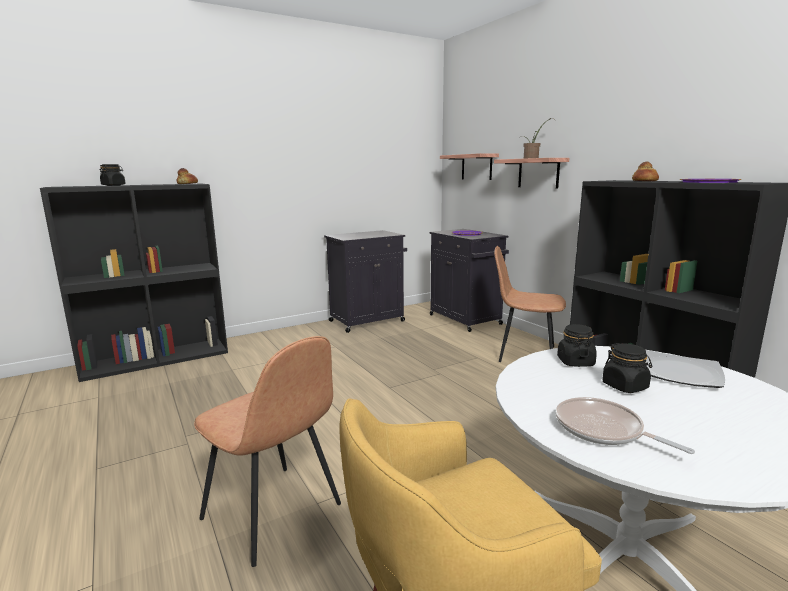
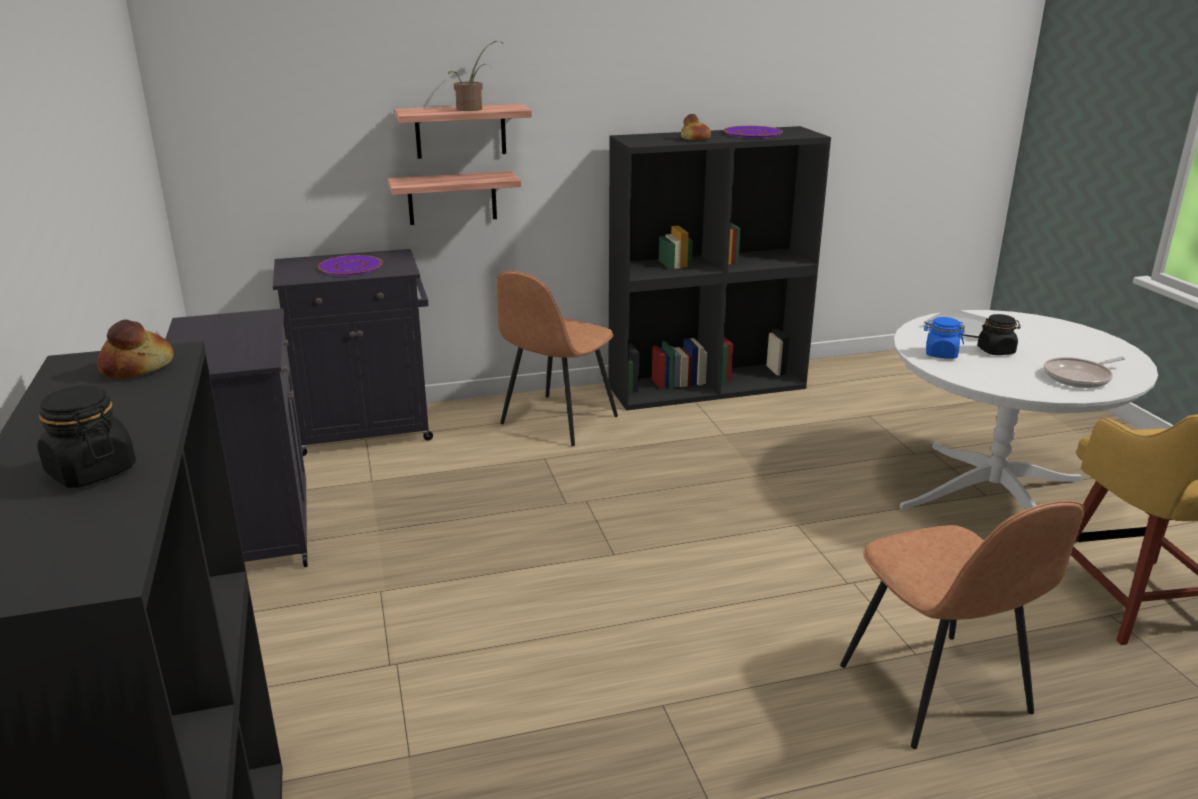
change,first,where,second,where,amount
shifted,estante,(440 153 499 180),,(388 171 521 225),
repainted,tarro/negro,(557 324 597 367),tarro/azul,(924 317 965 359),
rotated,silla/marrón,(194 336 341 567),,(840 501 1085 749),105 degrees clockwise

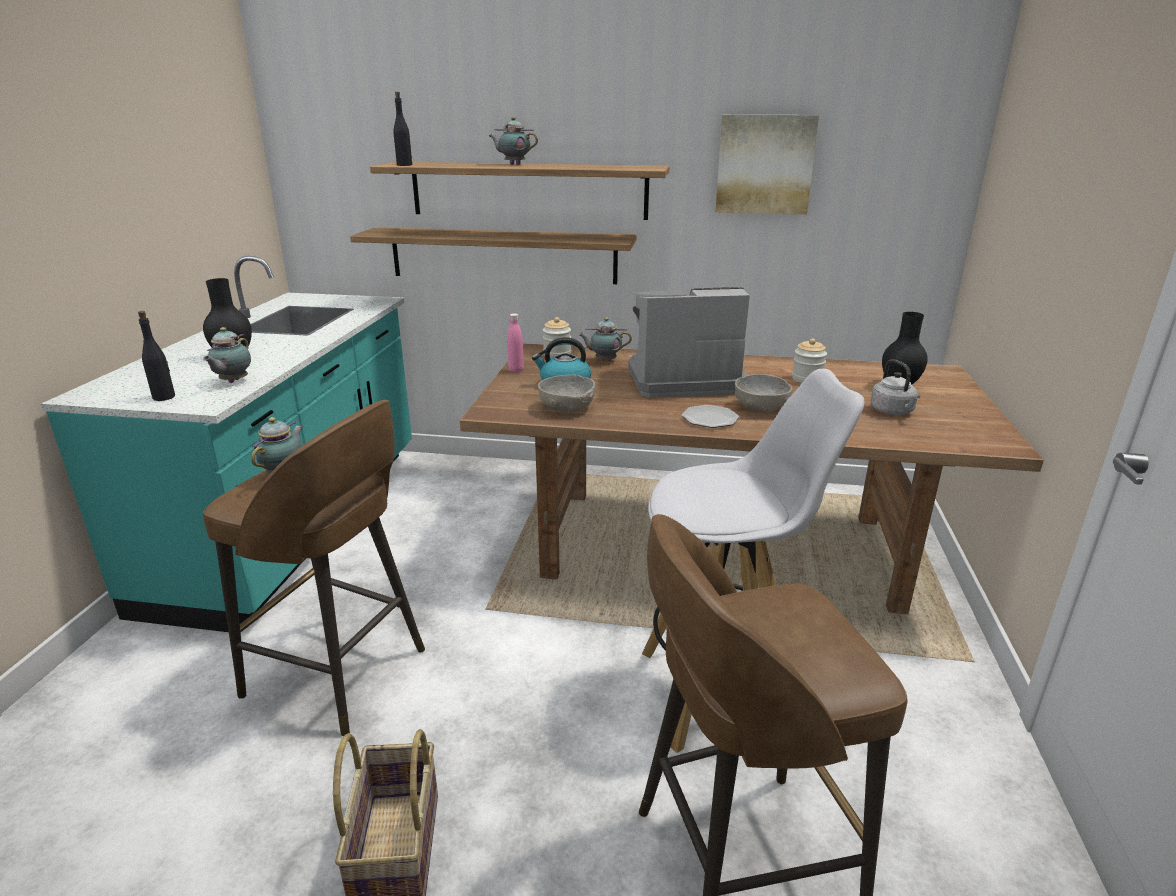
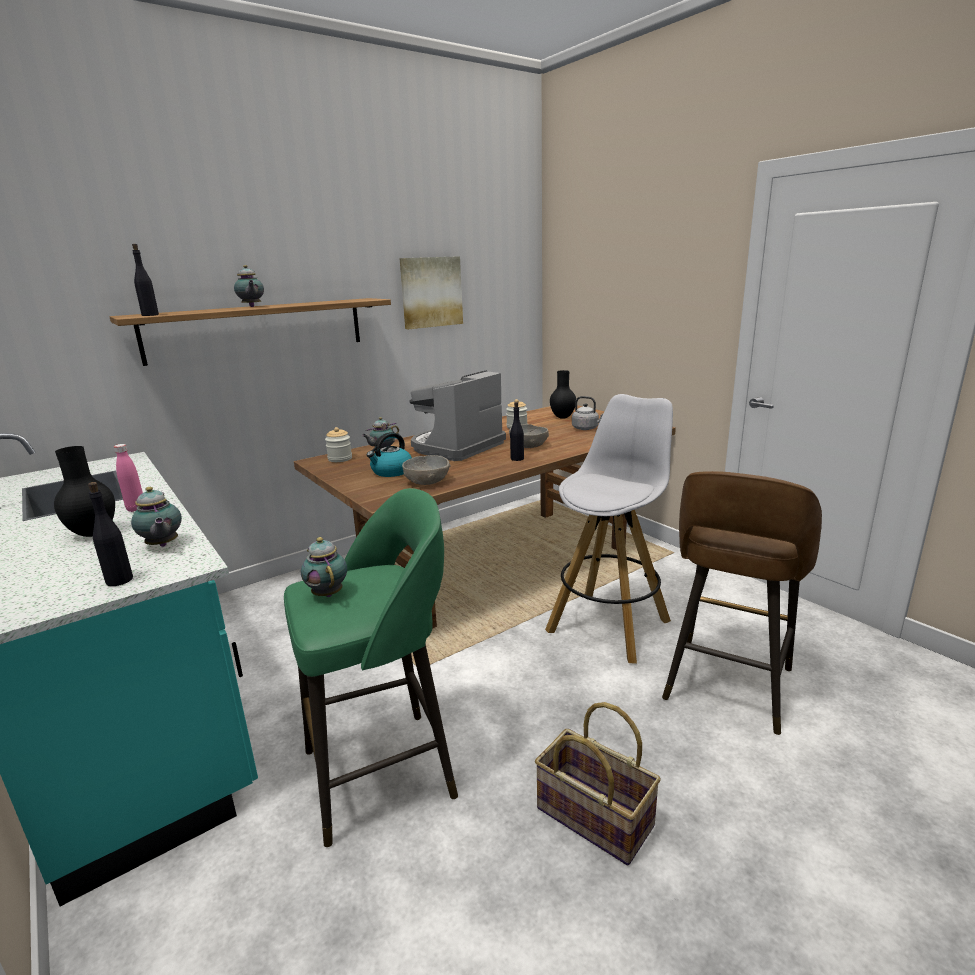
change,first,where,second,where,amount
gone,estante,(350 227 637 284),,,
shifted,botella/rosa,(507 313 524 373),,(114 444 143 512),
swapped,plato,(682 405 739 428),botella/negro,(510 402 524 461),
repainted,taburete/marrón,(203 400 425 736),taburete/verde,(284 488 458 847),
rotated,tetera,(489 117 538 165),,(234 265 264 307),90 degrees counterclockwise

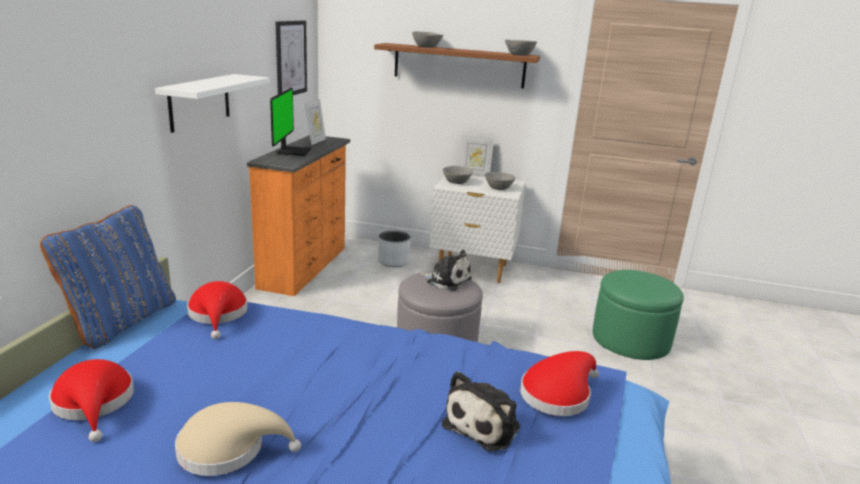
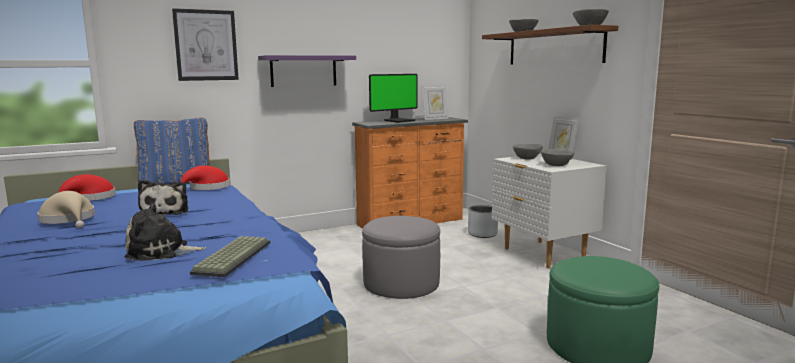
change,first,where,second,where,amount
shifted,cuadro,(276 21 307 95),,(172 8 239 81),
shifted,peluche,(419 250 472 291),,(138 180 188 215),
swapped,sombrero/rojo,(520 351 599 416),teclado,(190 236 270 277),
repainted,estante/blanco,(155 74 270 133),estante/morado,(258 55 356 87),

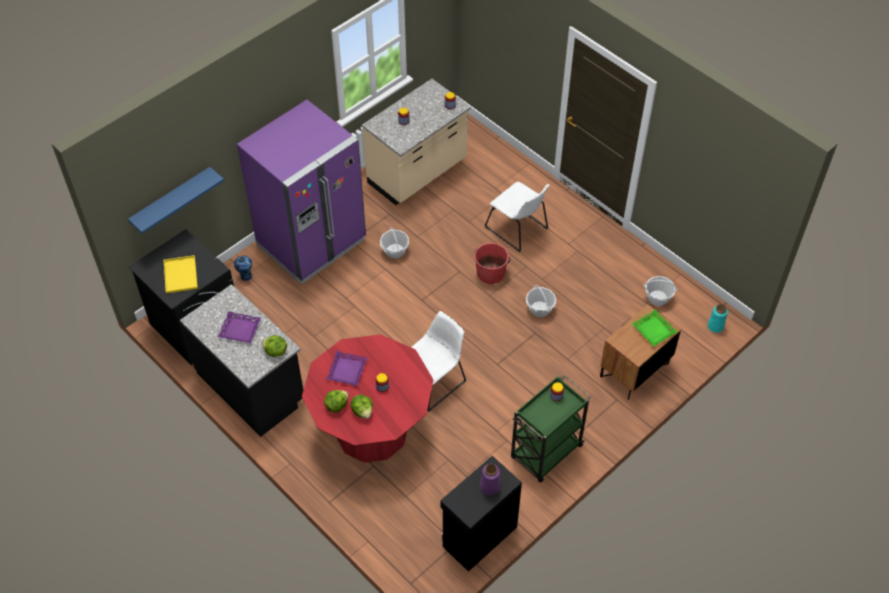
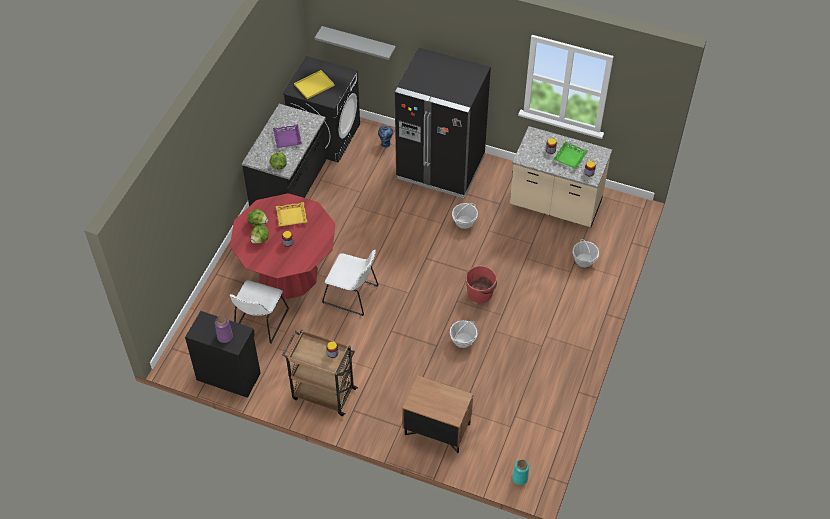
change,first,where,second,where,amount
shifted,silla/blanco,(485 182 550 252),,(229 280 289 344),
shifted,bandeja/verde,(632 309 677 346),,(553 141 588 169),
shifted,cesta,(643 276 678 306),,(573 239 599 267),
repainted,estante/azul,(128 167 224 234),estante/gris,(315 26 396 60),
repainted,nevera/morado,(237 100 366 284),nevera/negro,(395 48 491 198),
repainted,bandeja/morado,(326 351 367 386),bandeja/amarillo,(276 202 307 226),
repainted,carrito/verde,(511 375 591 483),carrito/marrón,(283 330 358 416),

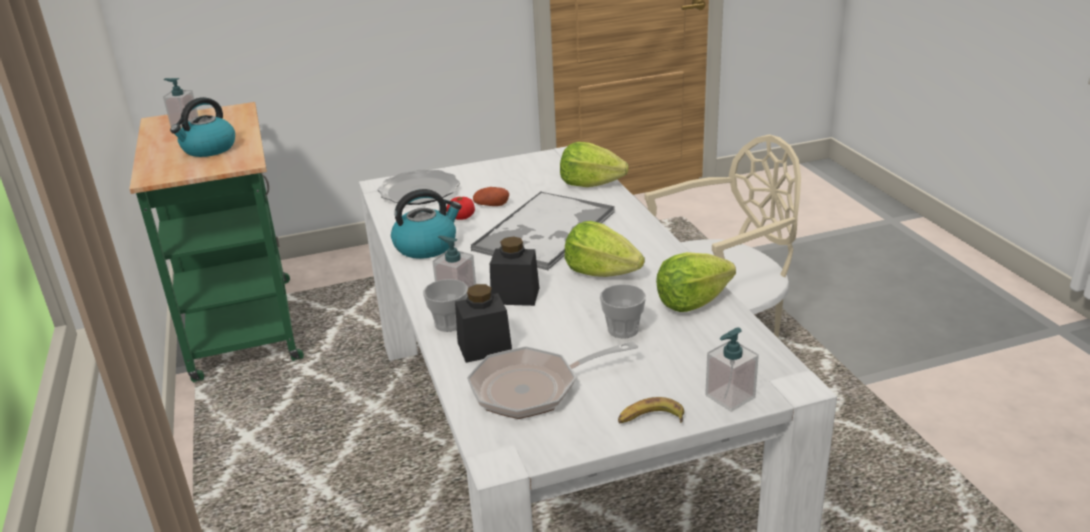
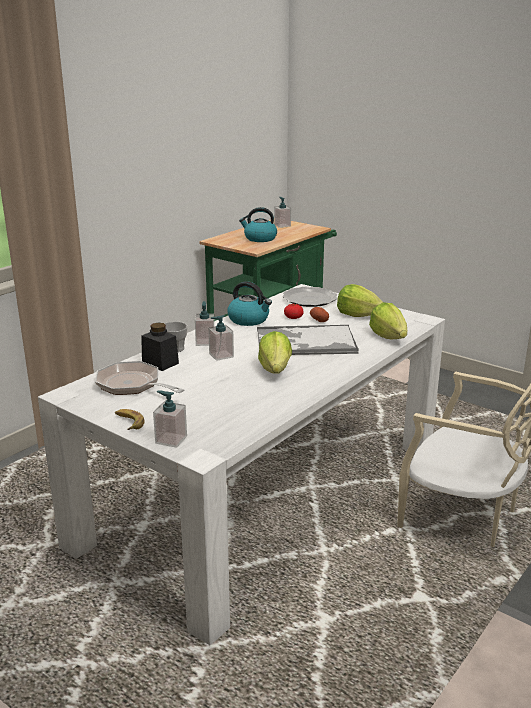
change,first,where,second,where,amount
gone,taza,(600 284 646 339),,,
shifted,lechuga,(656 252 736 312),,(337 284 383 317),
swapped,tarro/negro,(490 236 539 306),dispensador de jabón,(208 315 234 361),

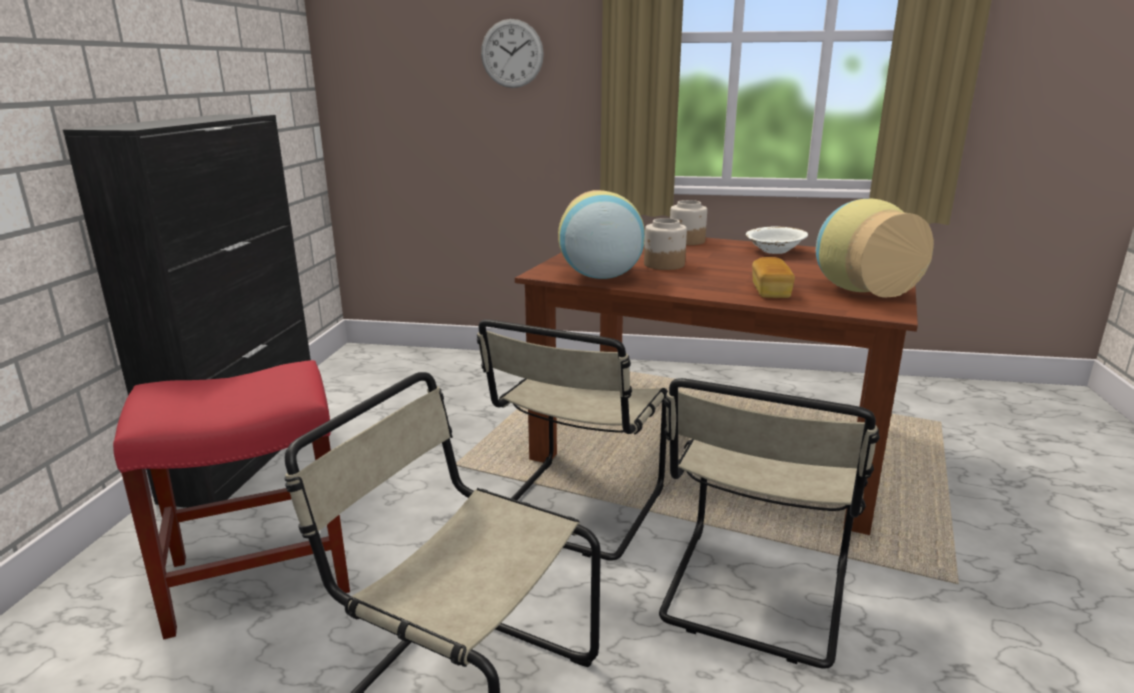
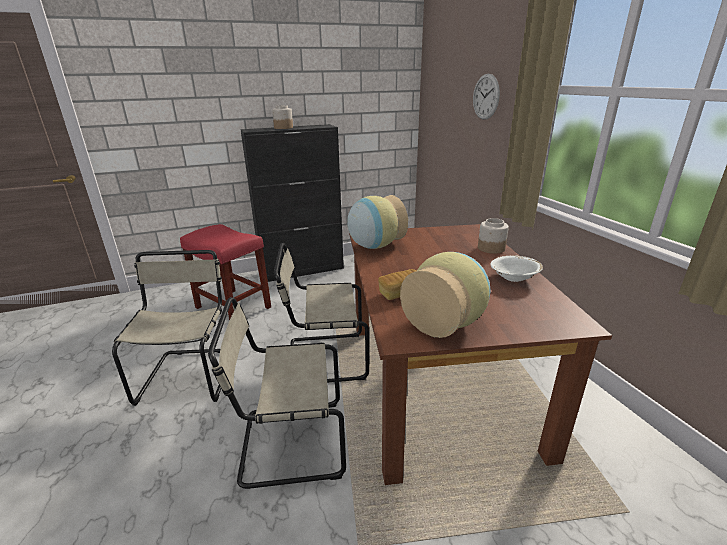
change,first,where,second,where,amount
shifted,tarro,(644 218 687 270),,(272 105 293 129),

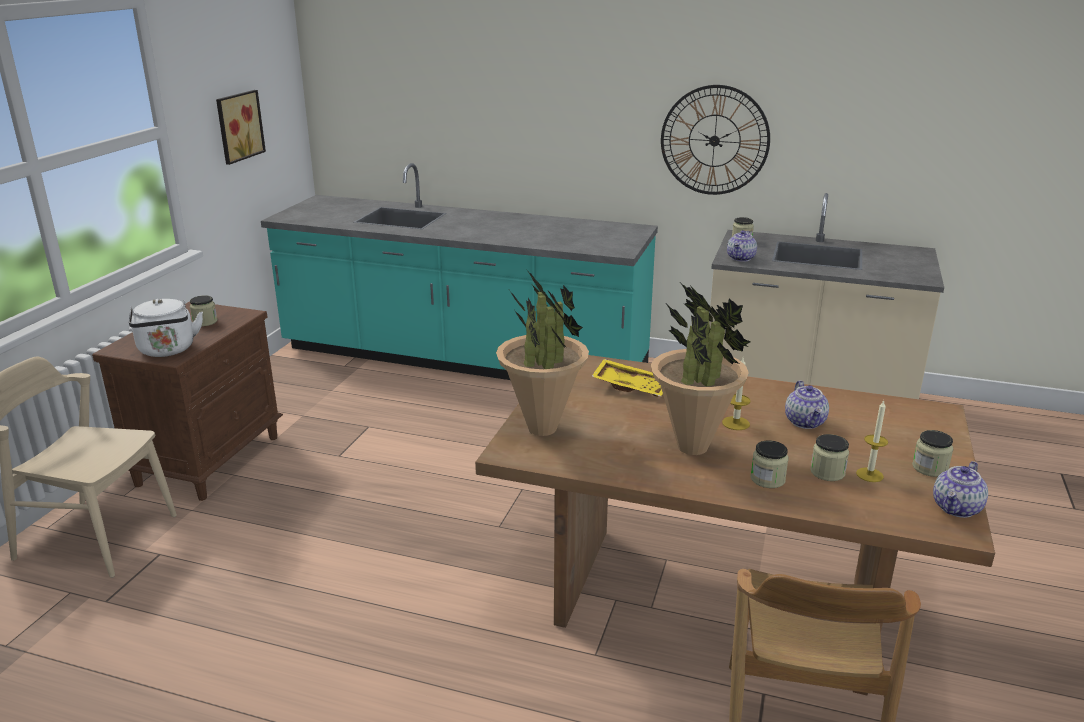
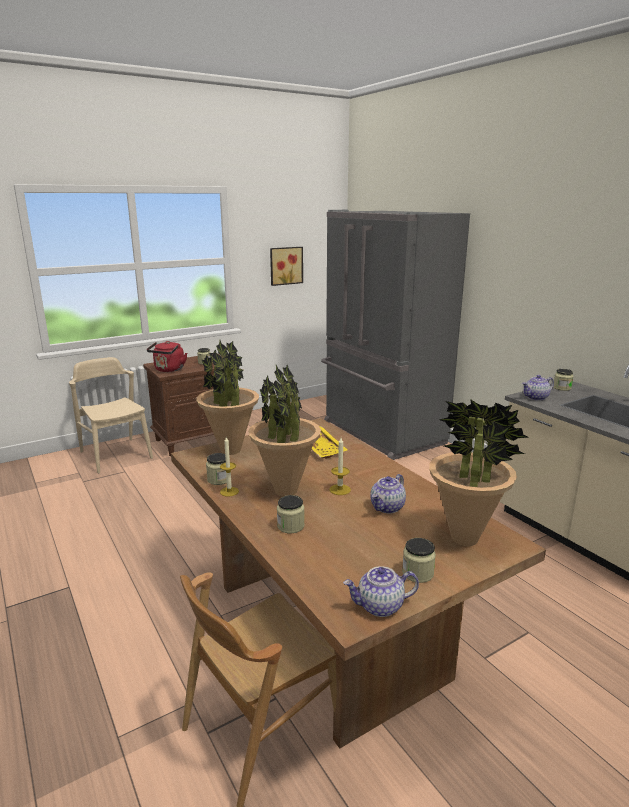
change,first,where,second,where,amount
gone,reloj de pared,(661 85 770 195),,,
new,,,planta en maceta,(429 399 530 546),
shifted,tarro,(810 434 849 481),,(206 453 227 485),
shifted,vela,(856 400 888 482),,(220 437 239 497),
swapped,mueble bajo de cocina/turquesa,(261 163 658 380),nevera/gris,(321 210 470 460),
repainted,hervidor/blanco,(129 299 203 357),hervidor/rojo,(147 341 187 372),

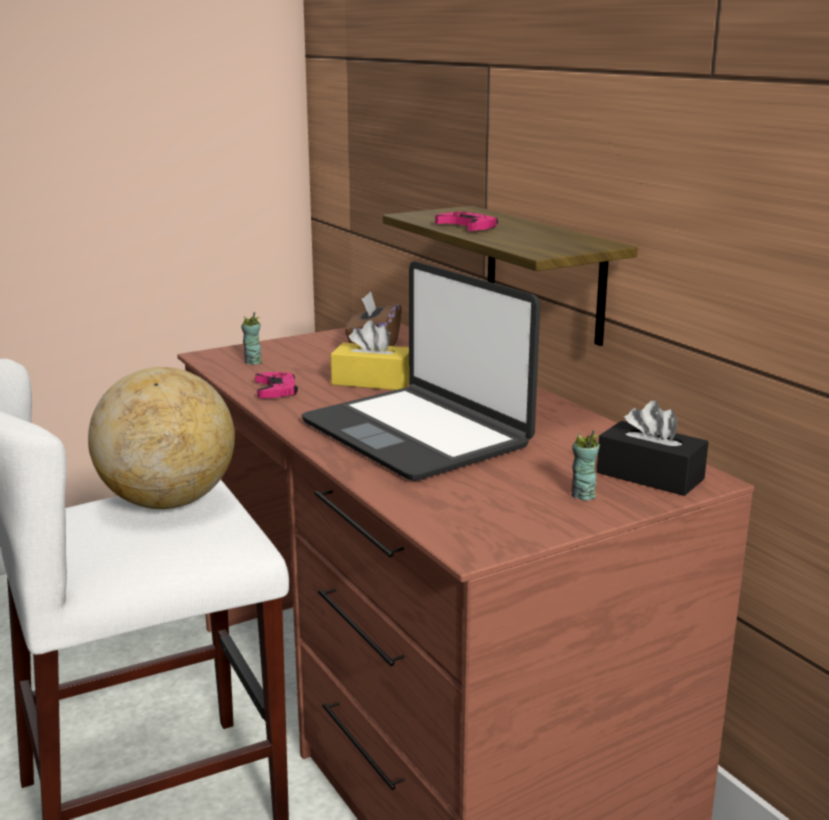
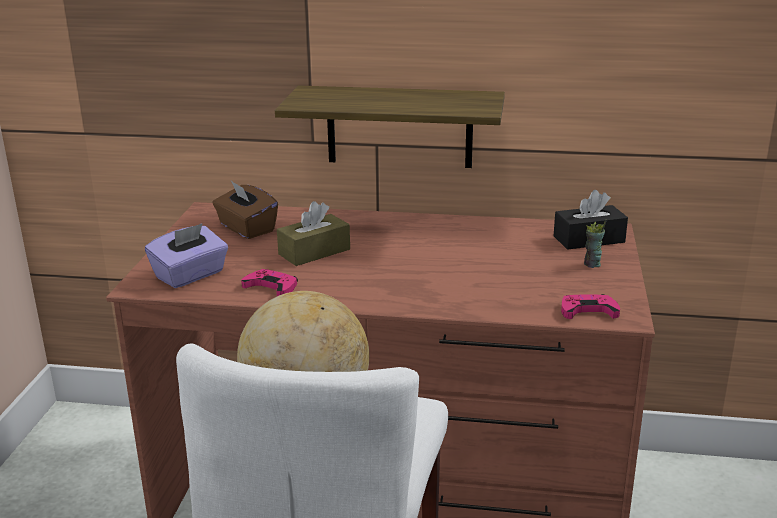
change,first,where,second,where,amount
gone,portátil,(301 261 540 481),,,
shifted,mando de consola/rosa,(435 212 498 231),,(561 294 620 319),
swapped,taza,(241 312 262 365),caja de pañuelos/morado,(145 223 228 288),
repainted,caja de pañuelos/amarillo,(330 320 409 390),caja de pañuelos/marrón,(277 201 350 266),

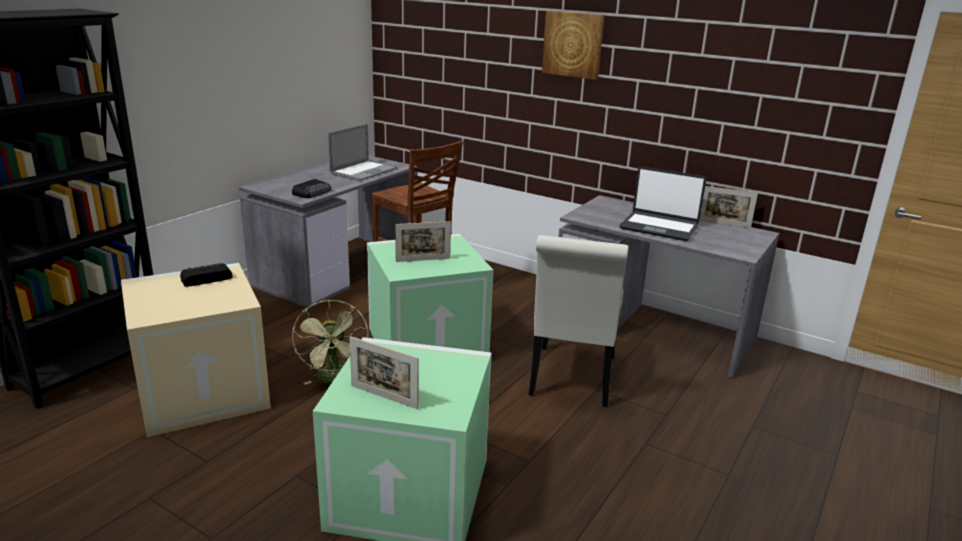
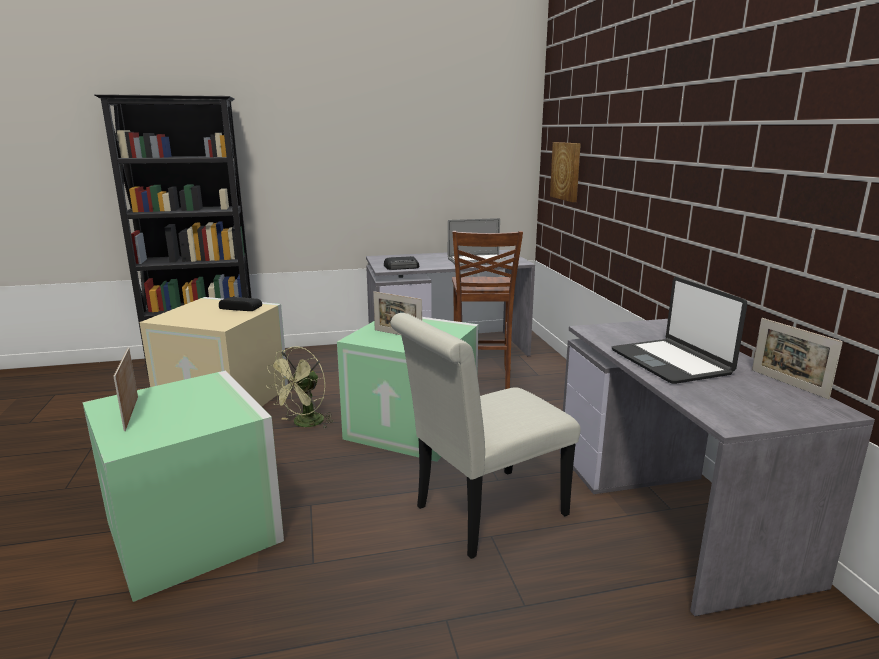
change,first,where,second,where,amount
shifted,cuadro,(542 11 604 80),,(550 142 581 202),

